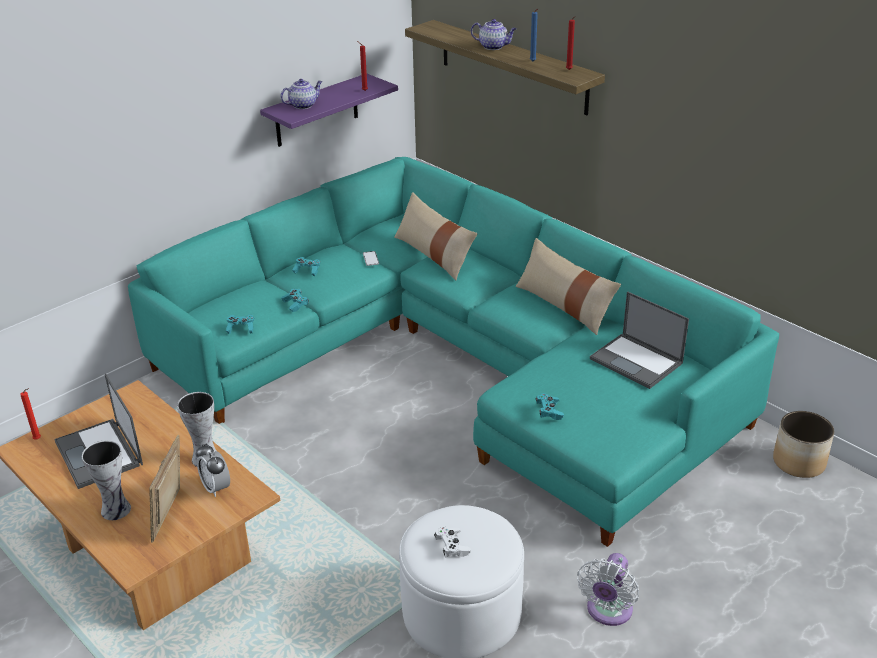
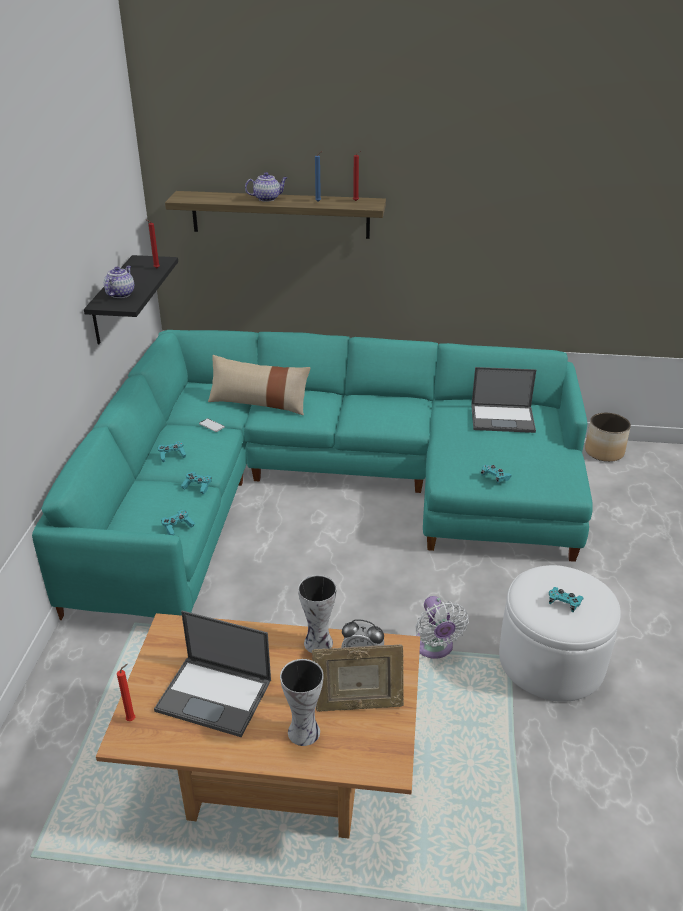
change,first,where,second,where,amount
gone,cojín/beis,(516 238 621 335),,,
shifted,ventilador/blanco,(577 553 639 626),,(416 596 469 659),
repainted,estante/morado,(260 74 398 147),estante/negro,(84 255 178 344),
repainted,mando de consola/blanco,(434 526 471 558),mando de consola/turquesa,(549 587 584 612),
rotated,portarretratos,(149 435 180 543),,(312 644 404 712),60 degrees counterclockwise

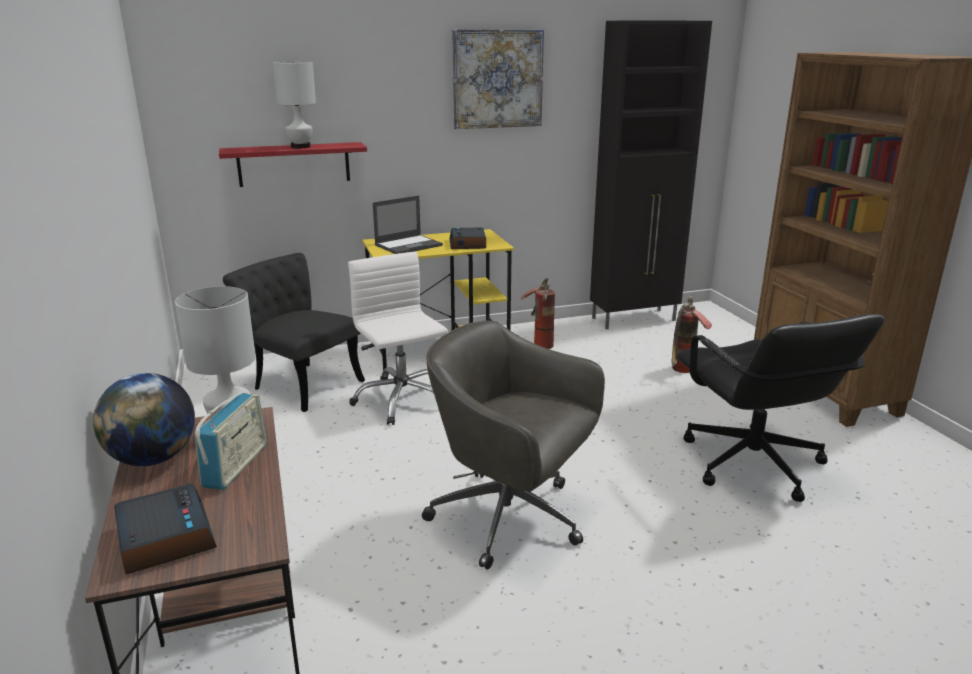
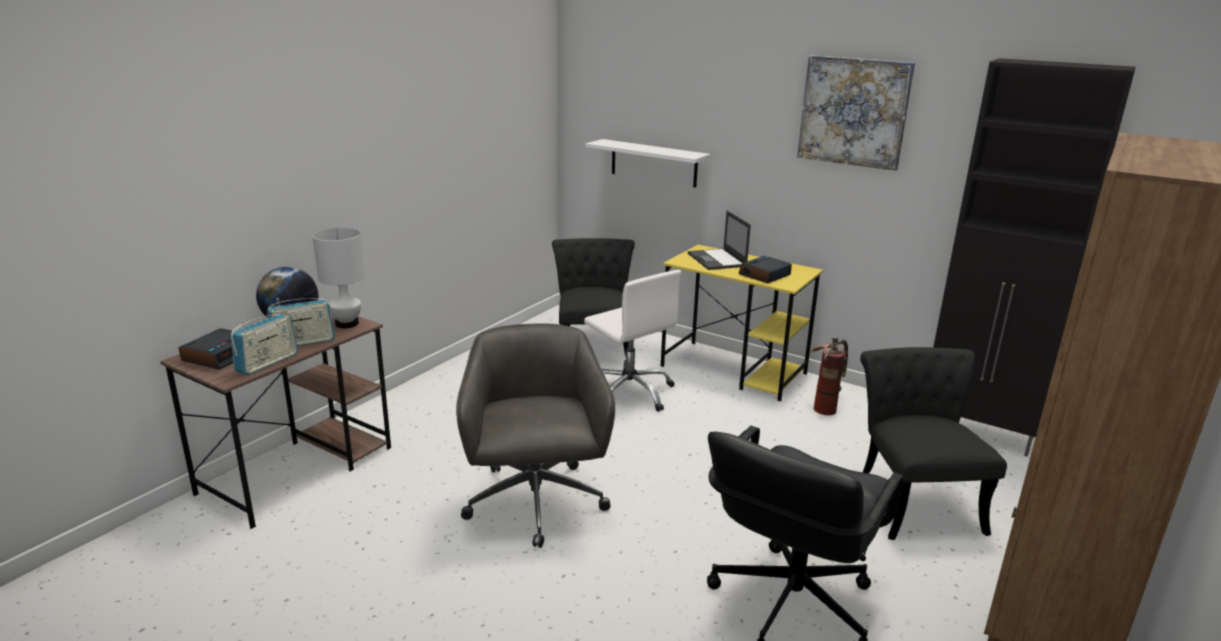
change,first,where,second,where,amount
gone,lámpara de mesa/blanco,(273 61 316 148),,,
new,,,radio,(231 314 298 375),
swapped,extintor,(671 295 712 373),silla/negro,(860 347 1007 540),
repainted,estante/rojo,(219 142 367 187),estante/blanco,(585 139 710 187),
rotated,silla de oficina/blanco,(348 252 448 425),,(584 270 681 412),120 degrees clockwise
rotated,portátil,(373 196 443 254),,(688 211 751 270),60 degrees clockwise

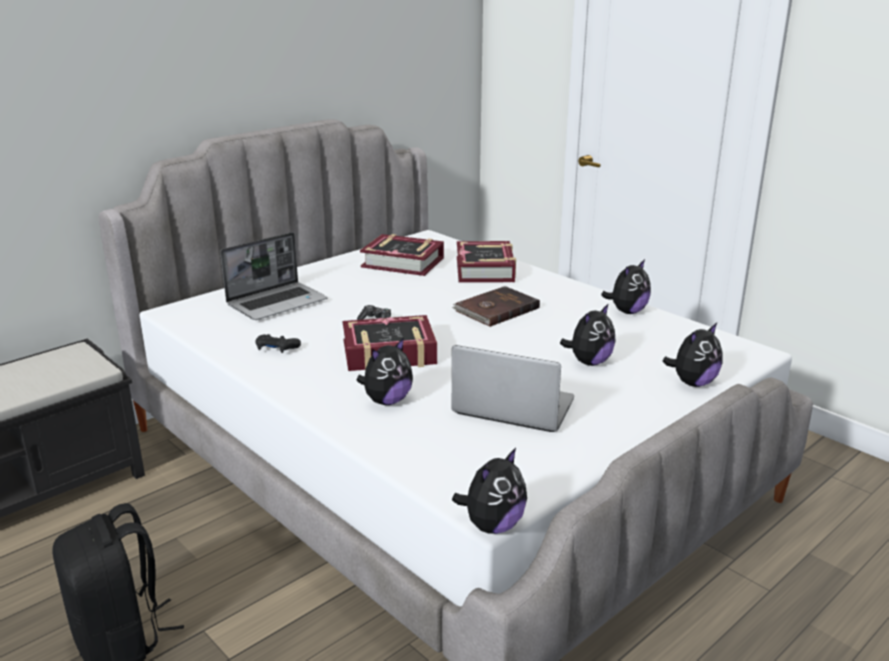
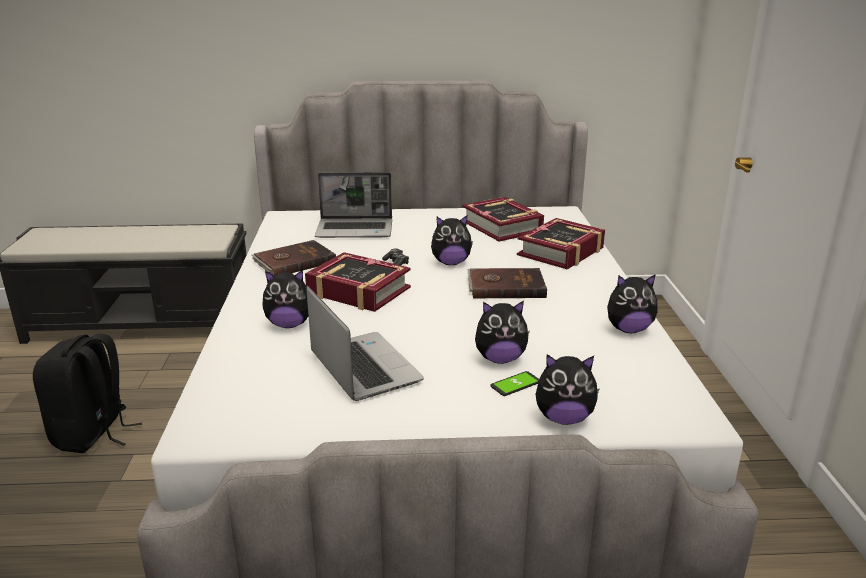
change,first,where,second,where,amount
new,,,móvil,(490 371 539 396),
shifted,peluche,(452 448 527 534),,(431 215 473 265),
swapped,mando de consola/negro,(255 334 301 353),libro/marrón,(252 240 336 276),

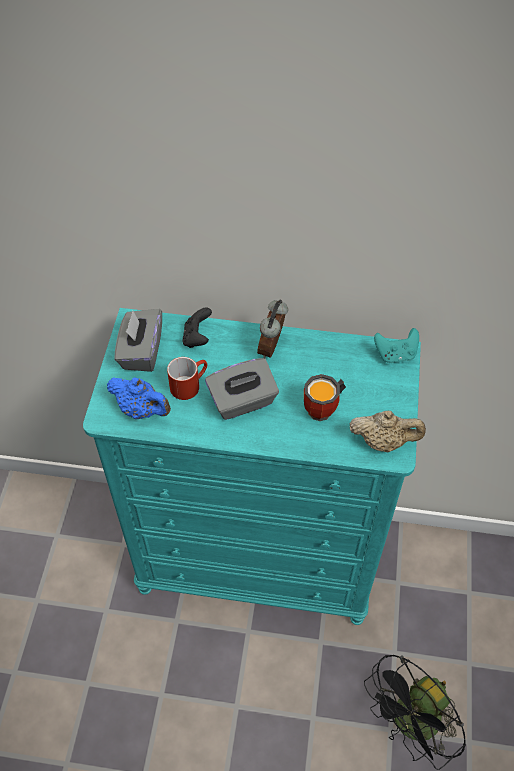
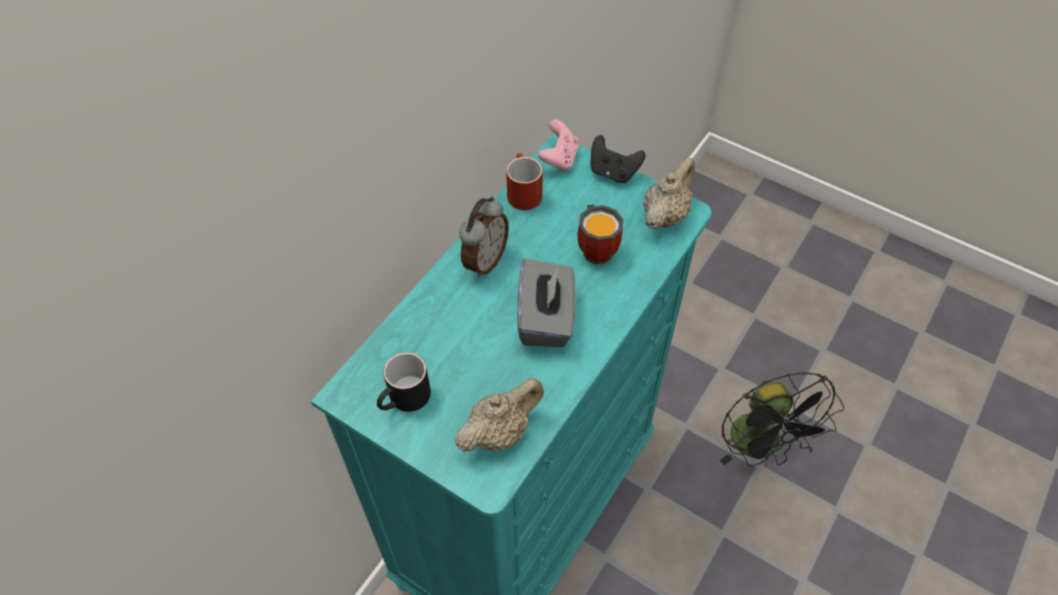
change,first,where,second,where,amount
shifted,taza grande/rojo,(167 357 207 400),,(506 153 543 210),
shifted,mando de consola/negro,(182 308 212 348),,(590 135 645 183),
swapped,caja de pañuelos/gris,(115 309 162 372),taza grande/negro,(377 352 431 412),
repainted,tetera/azul,(107 377 171 419),tetera/beis,(455 378 544 452),
repainted,mando de consola/turquesa,(374 328 419 363),mando de consola/rosa,(538 119 579 172),
rotated,despertador,(257 300 288 358),,(459 197 509 277),105 degrees counterclockwise

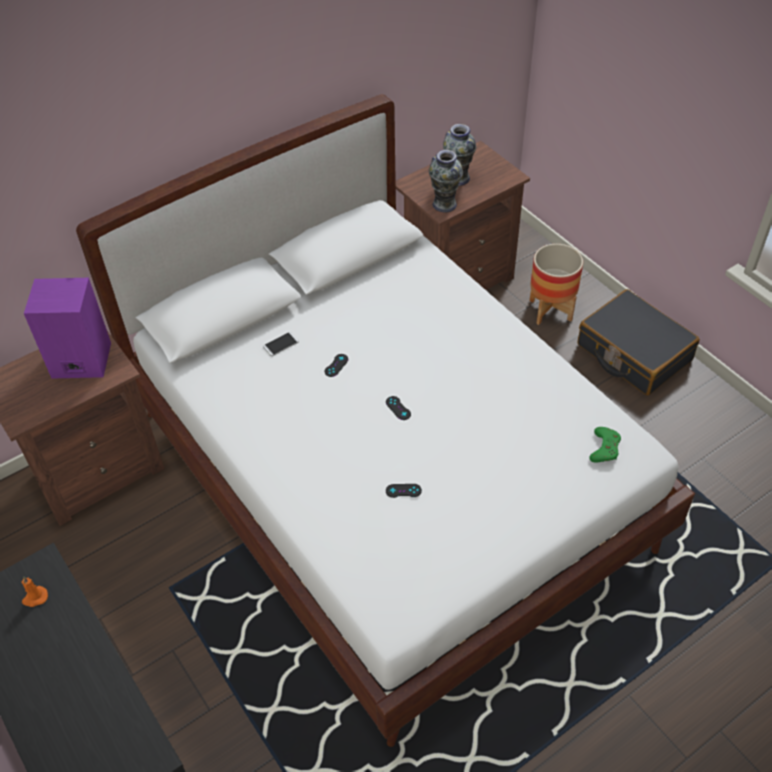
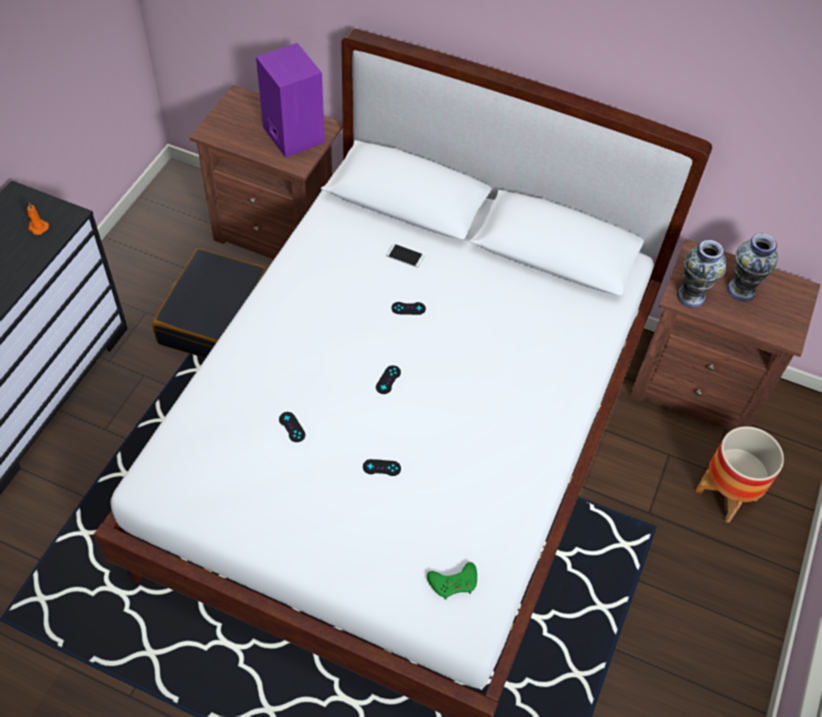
change,first,where,second,where,amount
new,,,mando de consola/negro,(363 459 401 476),
shifted,maleta/negro,(578 289 700 395),,(152 248 267 358),

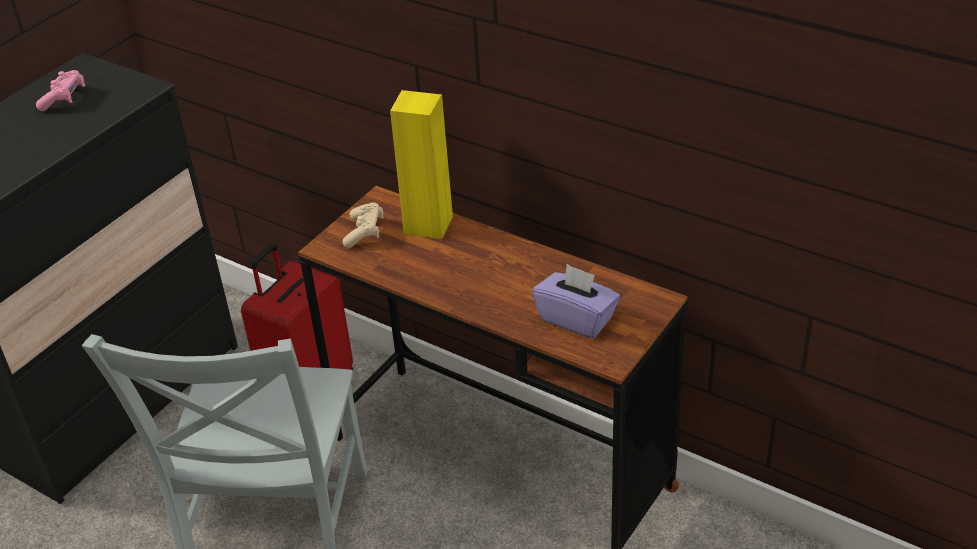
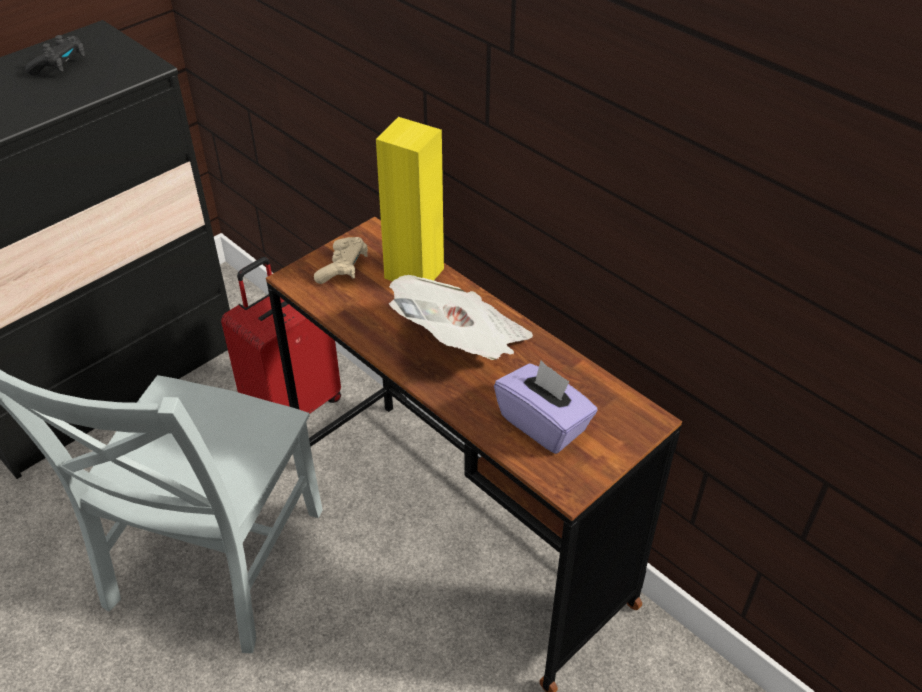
change,first,where,second,where,amount
new,,,periódico,(389 275 533 360),
repainted,mando de consola/rosa,(36 70 85 111),mando de consola/negro,(25 35 85 76),

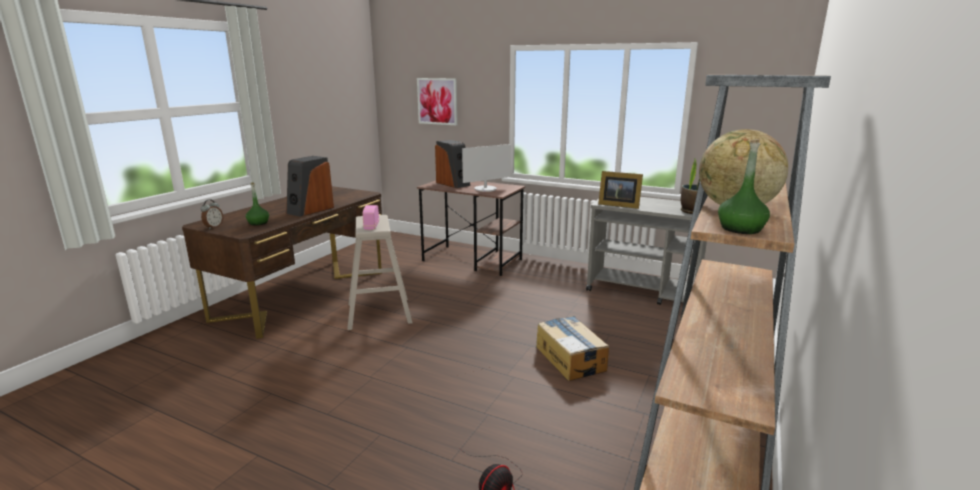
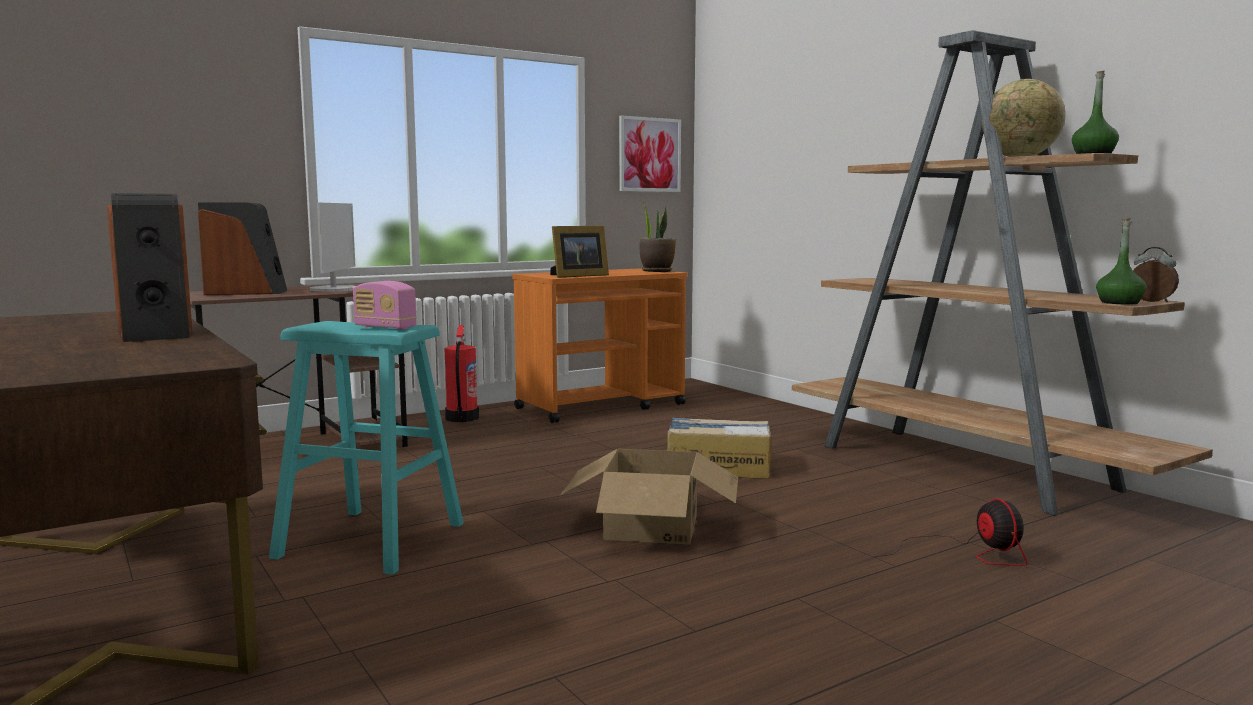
change,first,where,second,where,amount
new,,,extintor,(445 325 479 422),
new,,,caja de cartón,(560 449 738 545),
shifted,despertador,(201 199 224 229),,(1133 247 1179 302),
shifted,botella/verde,(246 183 269 226),,(1096 218 1146 305),
shifted,cuadro,(417 78 457 125),,(619 115 681 192),
repainted,taburete/beis,(347 215 412 330),taburete/turquesa,(269 321 464 575),
repainted,carrito/gris,(586 197 707 305),carrito/naranja,(512 268 688 423),

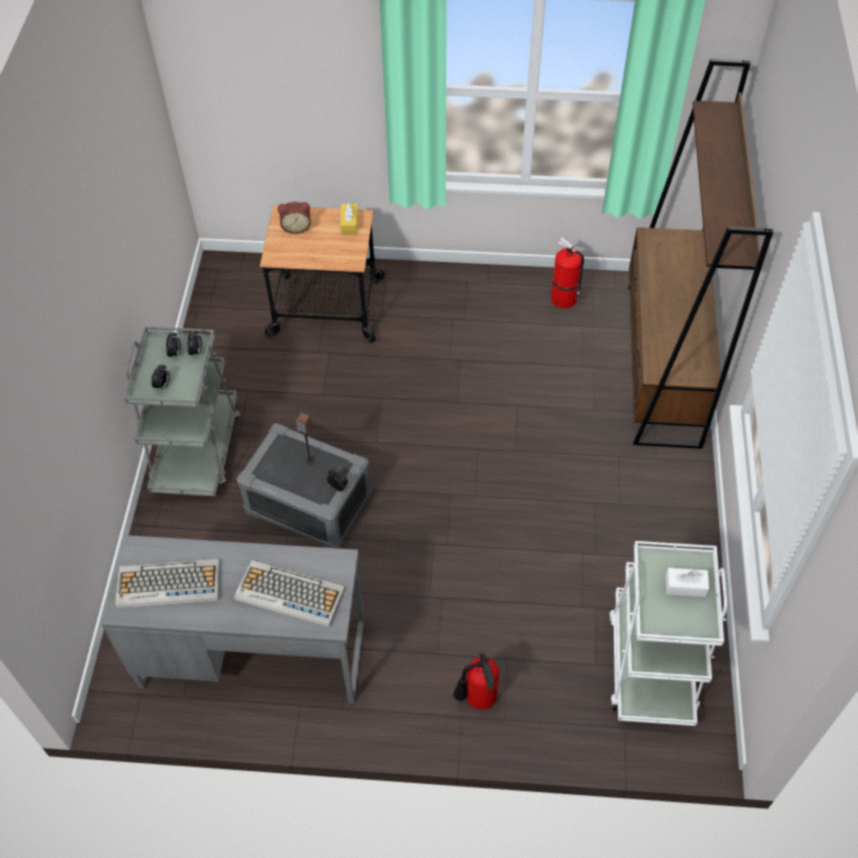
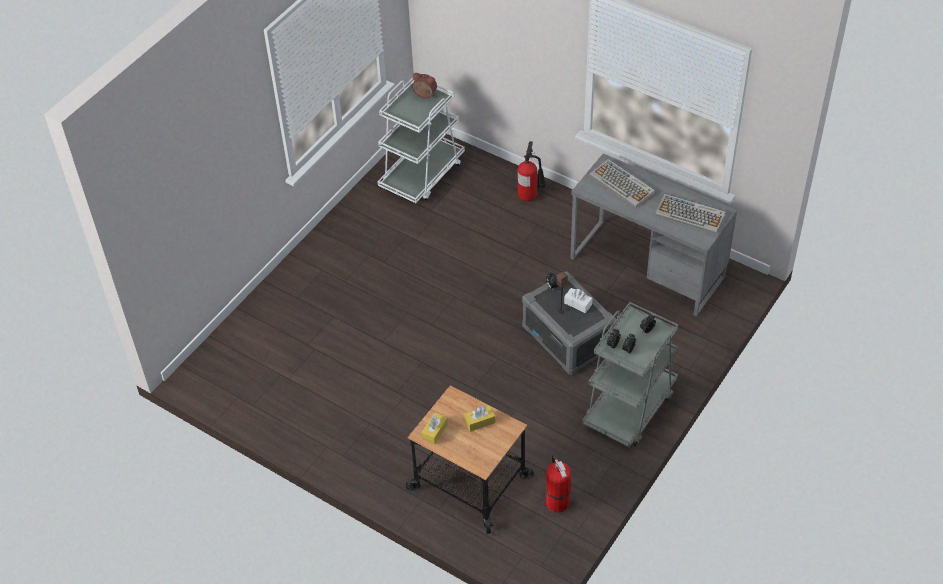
change,first,where,second,where,amount
gone,estantería/marrón,(628 59 774 449),,,
new,,,caja de pañuelos/amarillo,(464 405 495 432),
shifted,despertador,(278 202 311 234),,(412 73 437 99),
shifted,extintor,(551 237 584 308),,(546 455 571 512),
shifted,caja de pañuelos/blanco,(665 568 709 597),,(564 288 592 313),

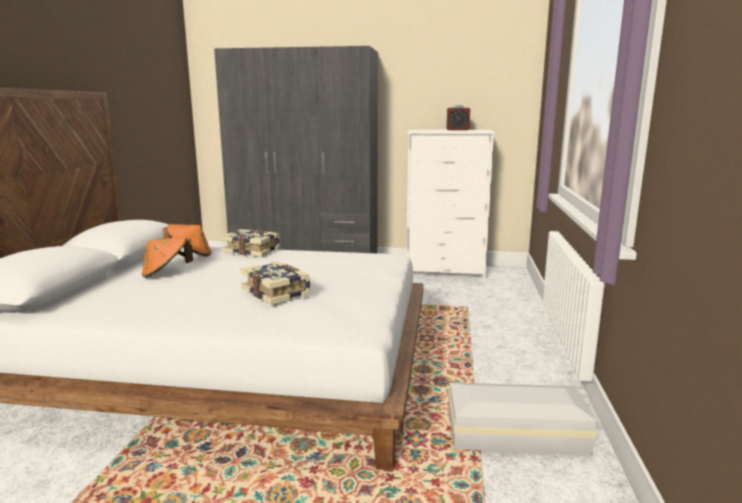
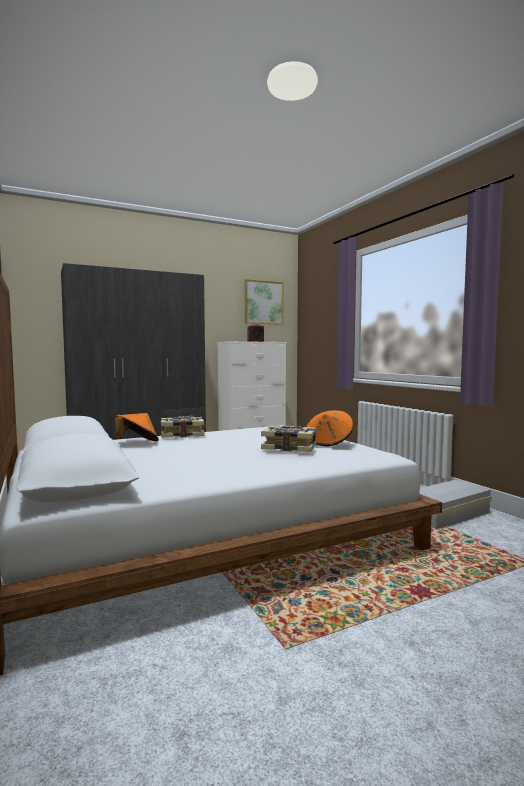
change,first,where,second,where,amount
new,,,cuadro,(245 279 284 325),
shifted,sombrero/naranja,(142 236 193 278),,(306 410 353 446),

